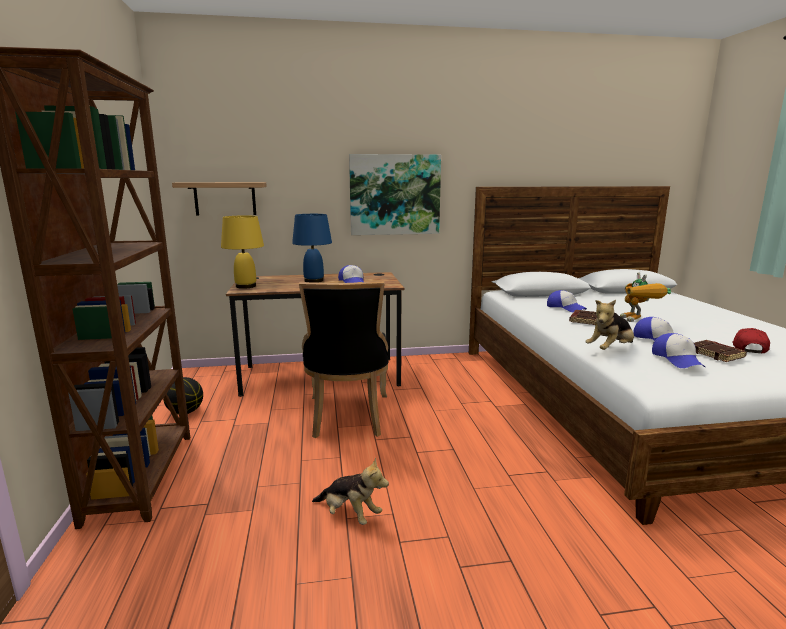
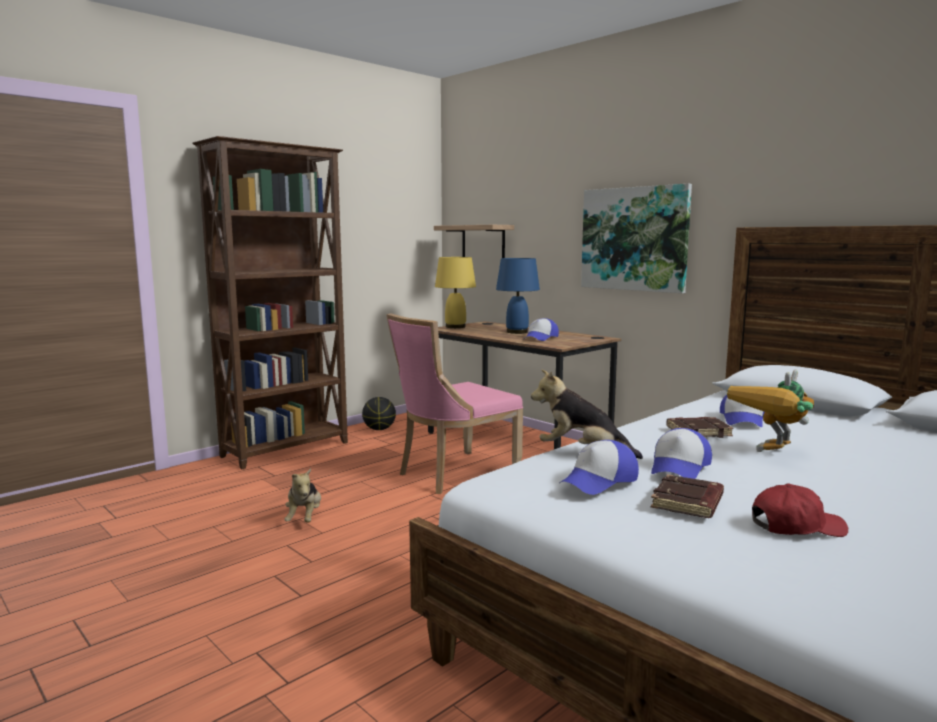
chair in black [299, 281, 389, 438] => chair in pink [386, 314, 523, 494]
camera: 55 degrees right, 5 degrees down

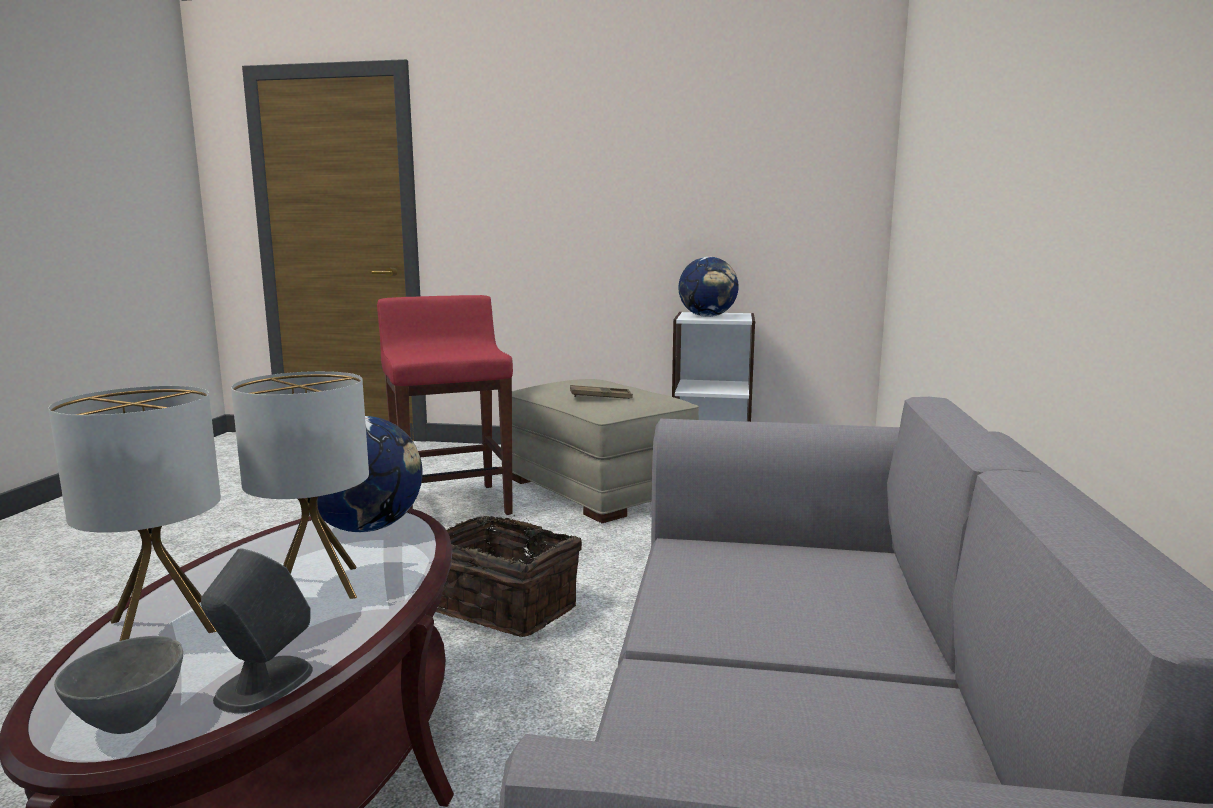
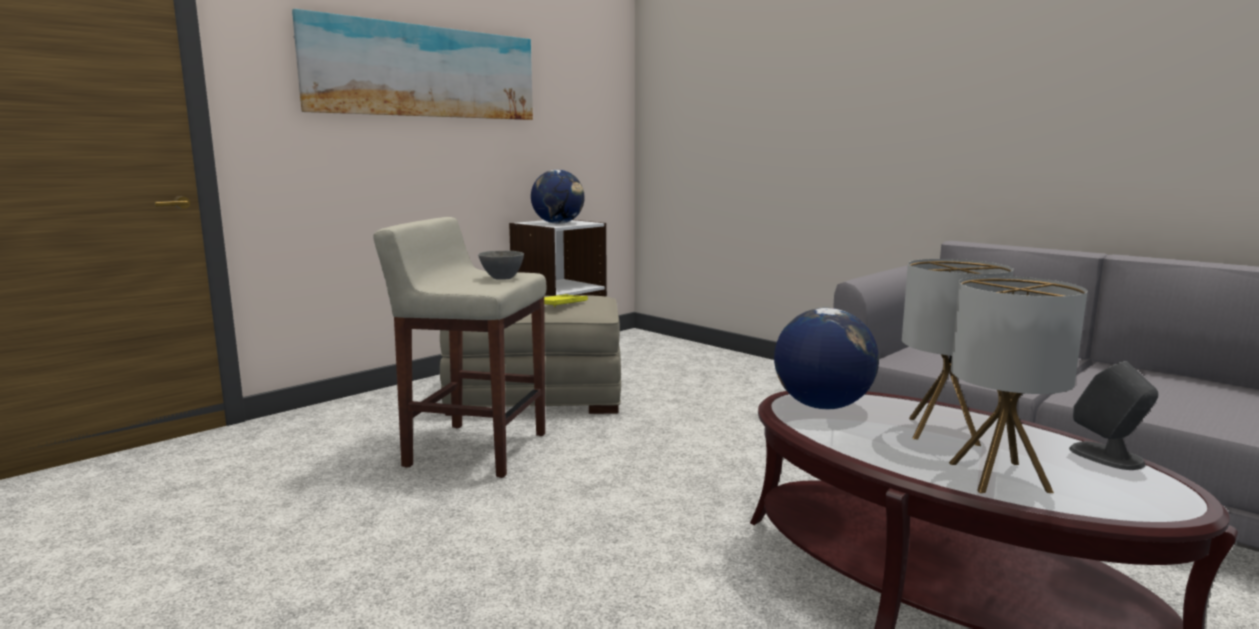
storage basket [436, 515, 582, 637] => nothing
nothing => wall art [292, 9, 533, 120]
deep dish in gray [54, 636, 183, 734] => deep dish in gray [478, 251, 524, 280], shifted
stool in reddish [377, 295, 513, 515] => stool in beige [373, 217, 546, 478]
tray in brownish [570, 385, 633, 399] => tray in yellowish [544, 294, 588, 307]
camera: 55 degrees left, 0 degrees up

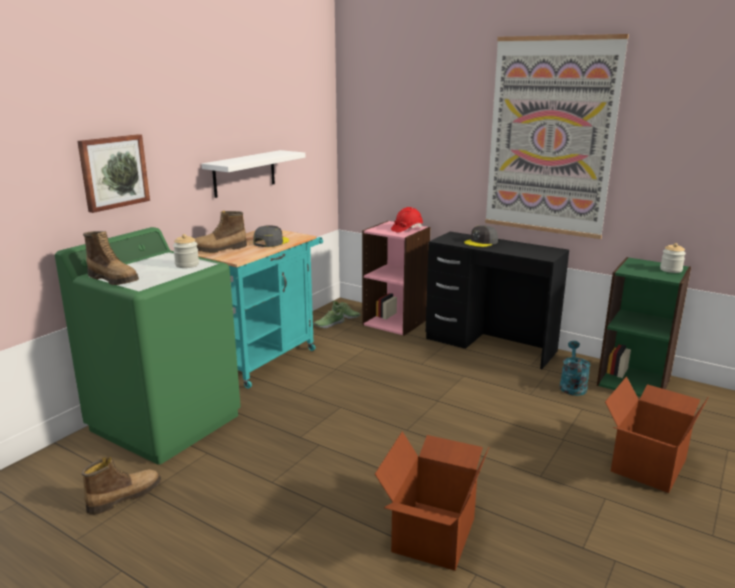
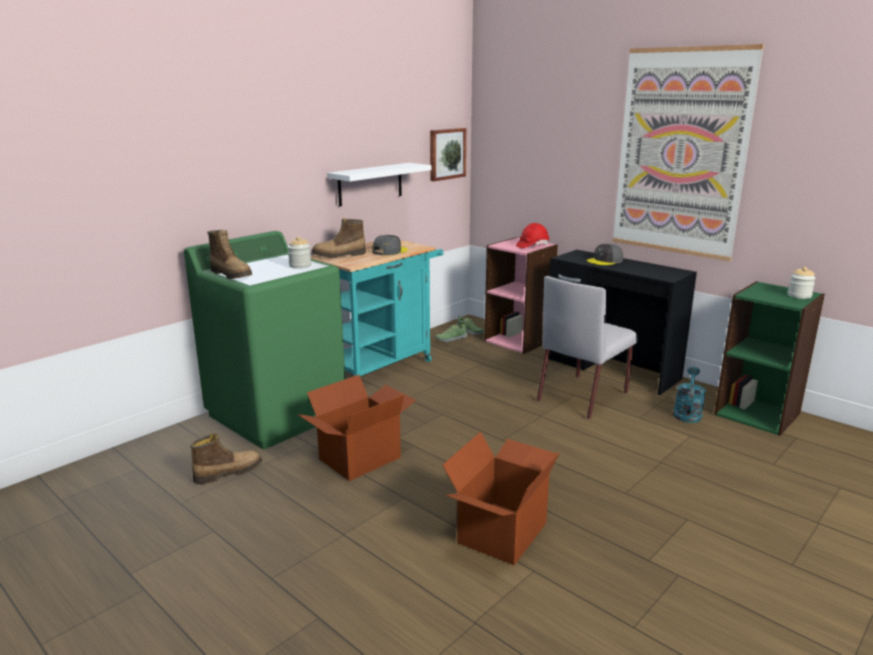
nothing => chair in gray [537, 276, 638, 420]
wall art [77, 134, 150, 213] => wall art [430, 128, 466, 181], shifted
carton [605, 376, 709, 493] => carton [297, 375, 416, 481], shifted
camera: 10 degrees right, 0 degrees up

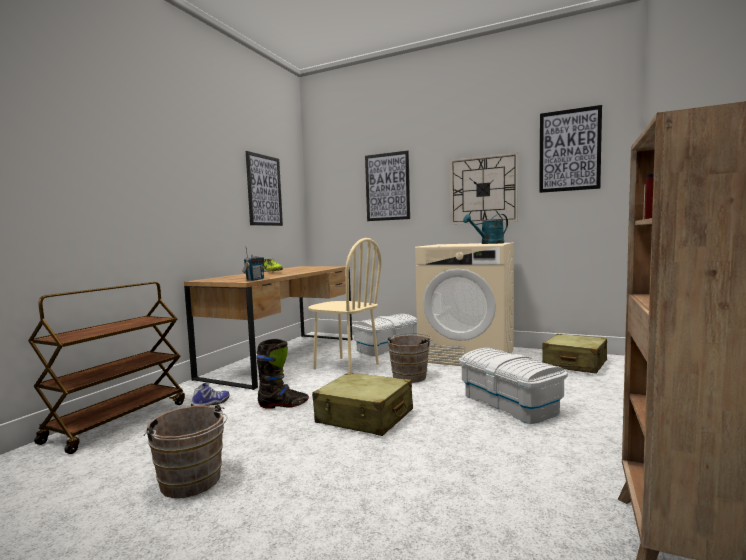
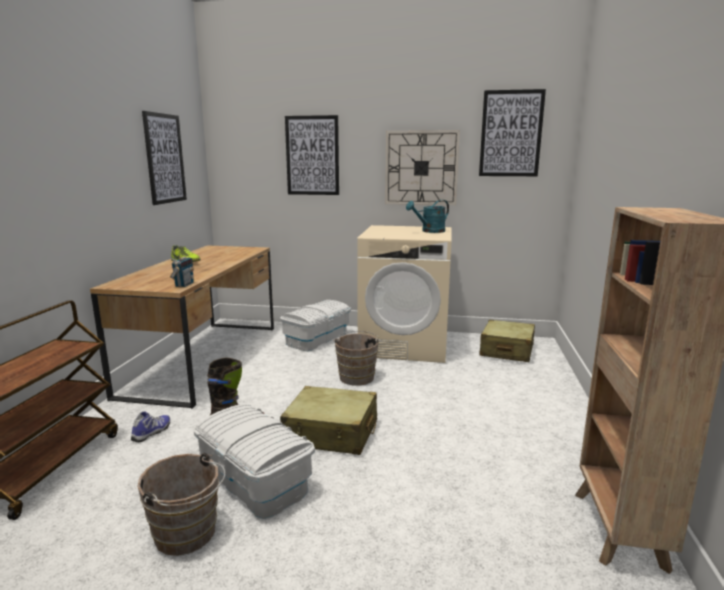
chair in beige [308, 238, 381, 373] => nothing
storage box in white-coloured [459, 348, 568, 424] => storage box in white-coloured [194, 404, 315, 519], shifted
camera: 15 degrees left, 10 degrees up

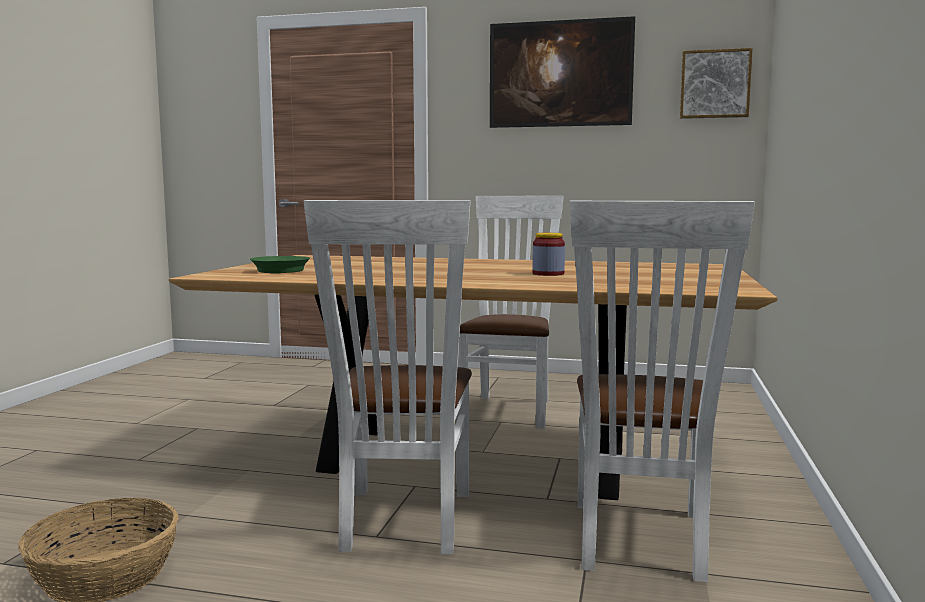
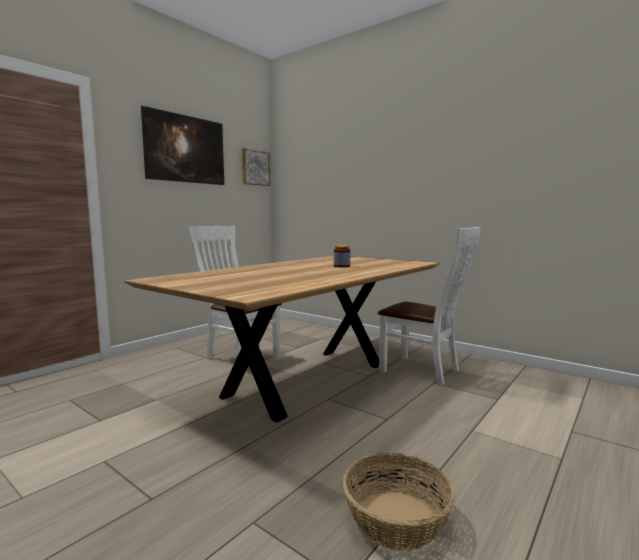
pan in greenish [250, 256, 310, 273] => nothing
chair in white-coloured [303, 200, 472, 554] => nothing
camera: 65 degrees left, 0 degrees up

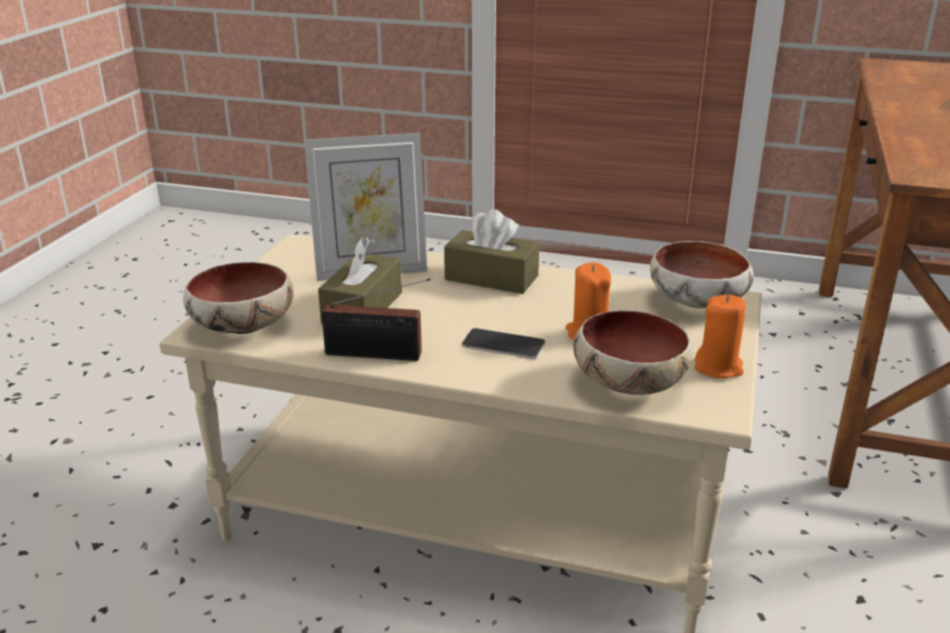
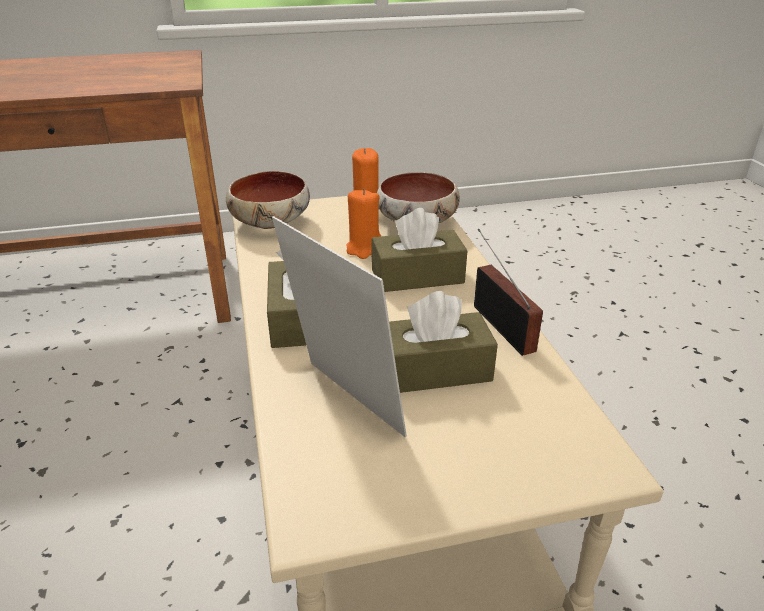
deep dish [183, 262, 294, 334] => nothing
phone [461, 328, 545, 359] => box of tissues in brownish [371, 208, 467, 292]
camera: 120 degrees left, 5 degrees up

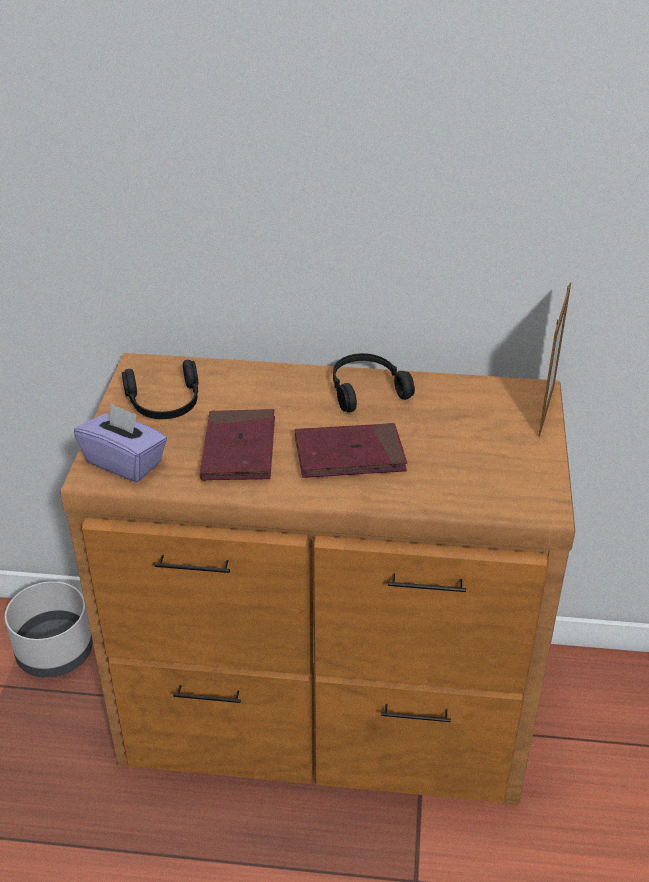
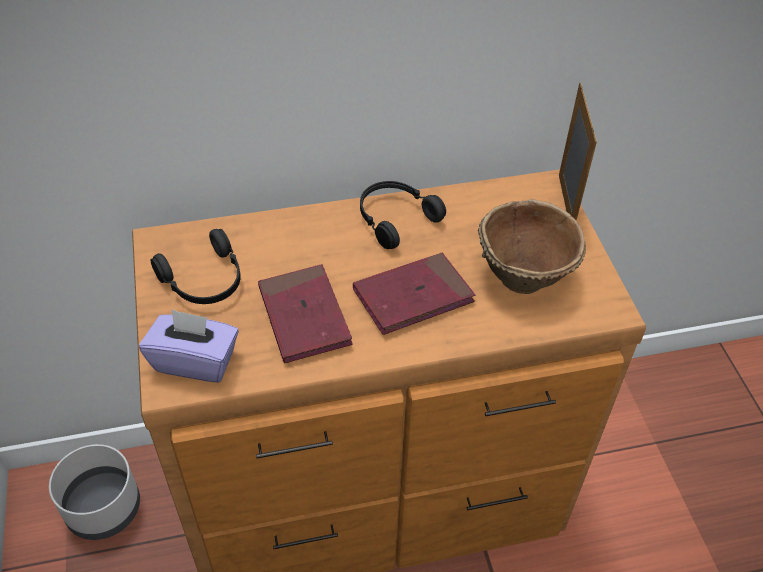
nothing => deep dish in brownish [478, 199, 586, 294]
camera: 20 degrees left, 10 degrees up

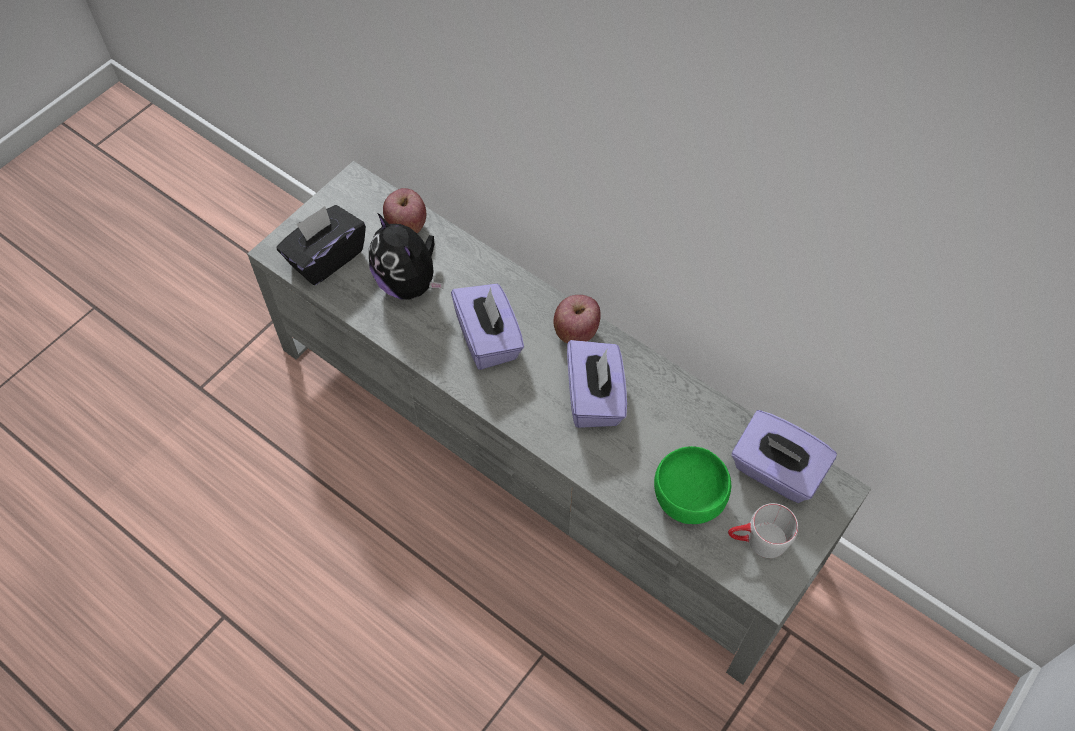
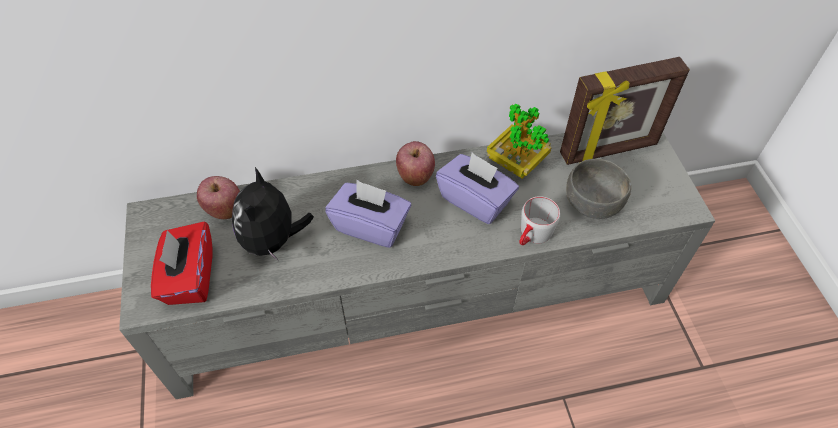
nothing => houseplant [487, 104, 552, 179]
coffee mug in gray [728, 503, 798, 558] => coffee mug in gray [519, 196, 560, 245], shifted
box of tissues in purple-coloured [732, 410, 837, 503] => photo frame [560, 57, 690, 165]
box of tissues in black [277, 205, 366, 285] => box of tissues in reddish [151, 221, 213, 305]
deep dish in greenish [654, 446, 731, 524] => deep dish in gray [566, 159, 631, 219]
soft toy [369, 213, 444, 300] => soft toy [232, 167, 314, 262], 90 degrees clockwise
camera: 50 degrees left, 5 degrees down

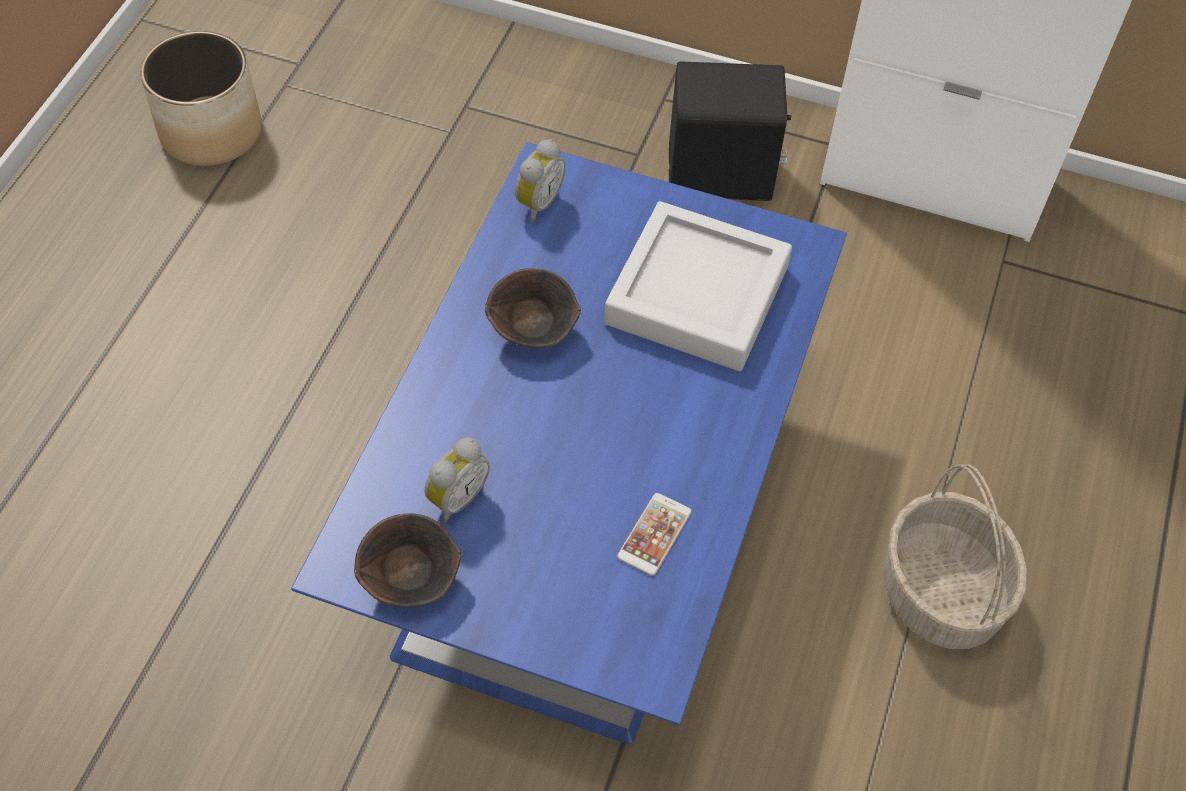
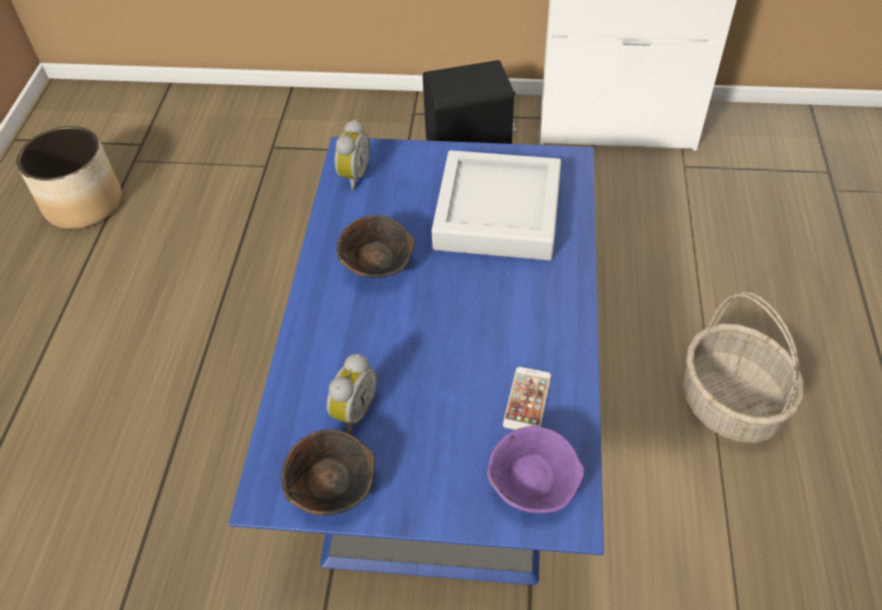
nothing => deep dish in purple-coloured [487, 426, 585, 513]
camera: 10 degrees left, 5 degrees down

